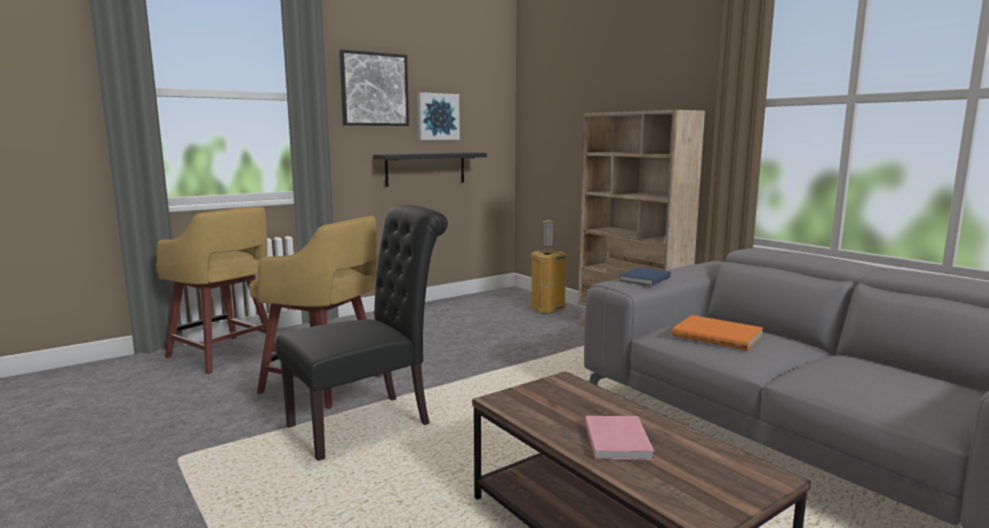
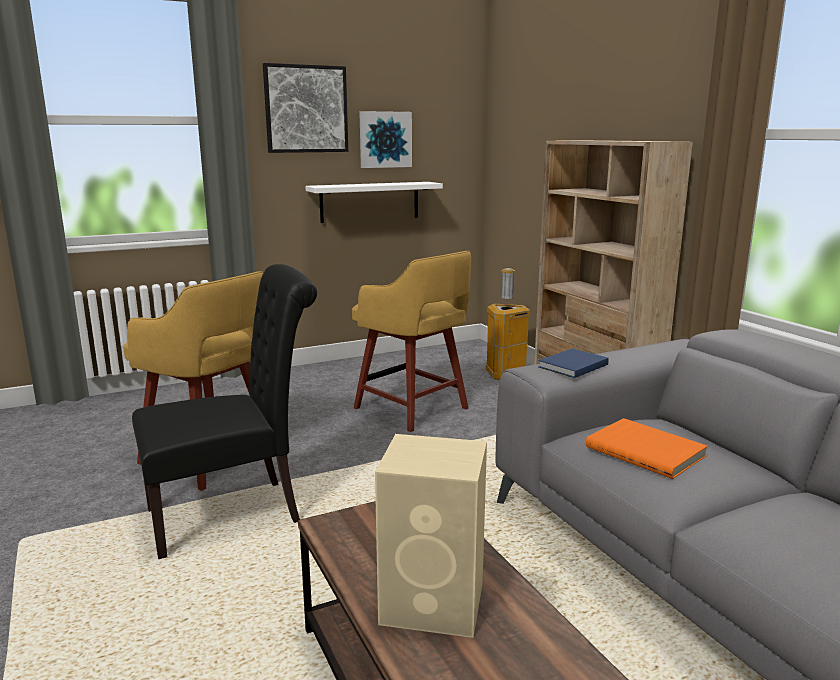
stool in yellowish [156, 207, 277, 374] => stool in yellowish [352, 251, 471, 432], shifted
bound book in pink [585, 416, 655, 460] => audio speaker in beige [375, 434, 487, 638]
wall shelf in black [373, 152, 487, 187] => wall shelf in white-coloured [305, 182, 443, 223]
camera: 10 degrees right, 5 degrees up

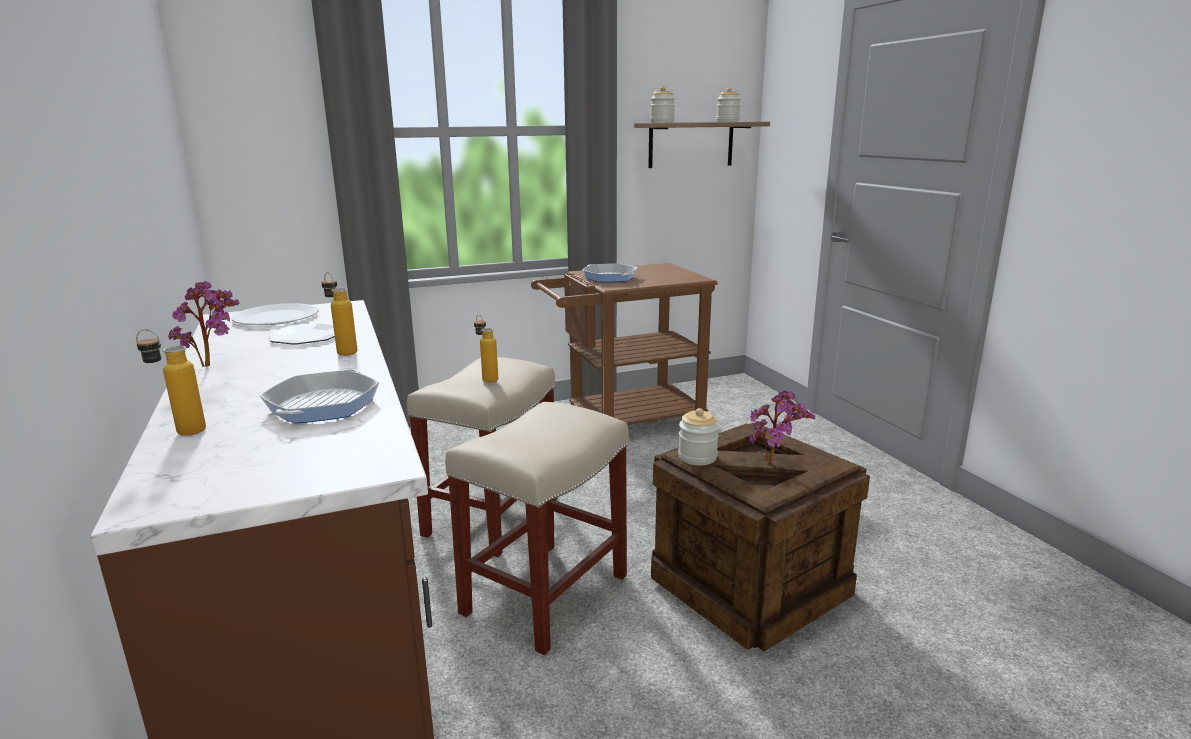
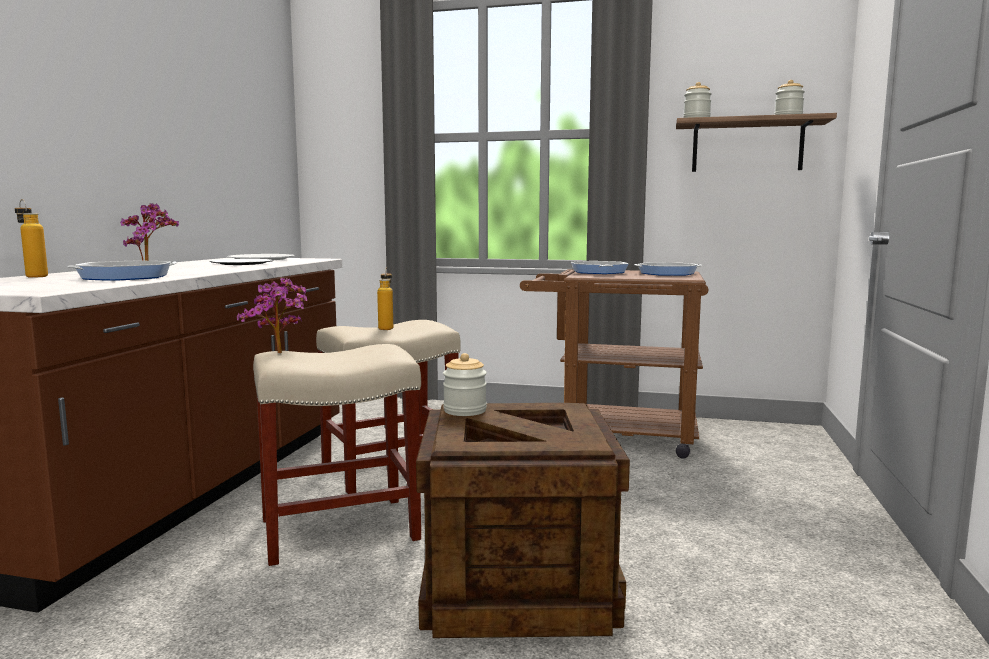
beverage bottle [321, 272, 357, 356] => nothing
nothing => pan [634, 262, 702, 276]
houseplant [749, 390, 815, 463] => houseplant [237, 278, 307, 353], shifted
camera: 35 degrees right, 10 degrees down

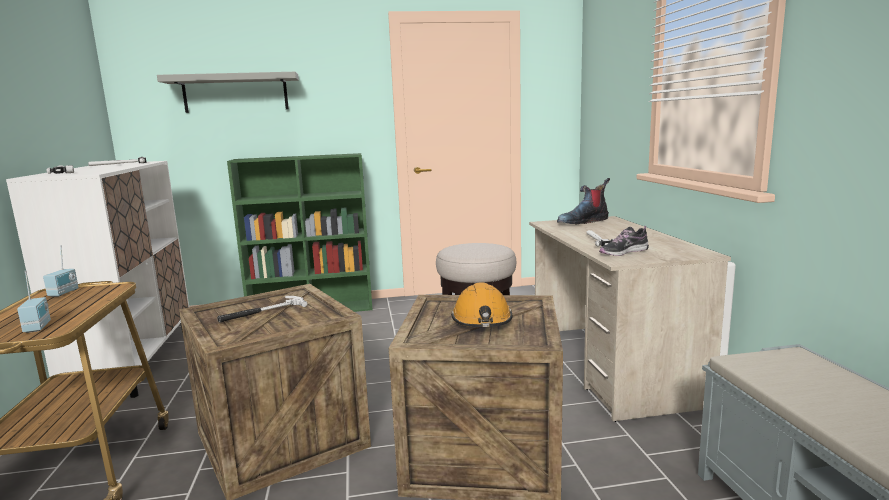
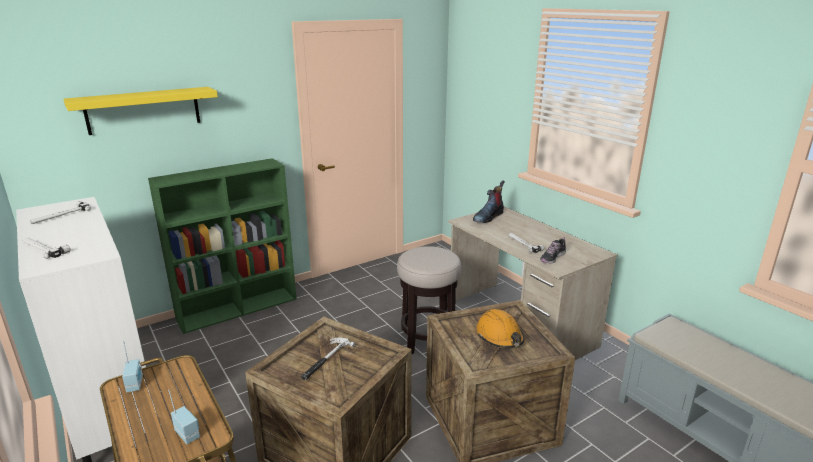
wall shelf in gray [157, 72, 299, 113] => wall shelf in yellowish [64, 87, 218, 135]
camera: 25 degrees left, 10 degrees up

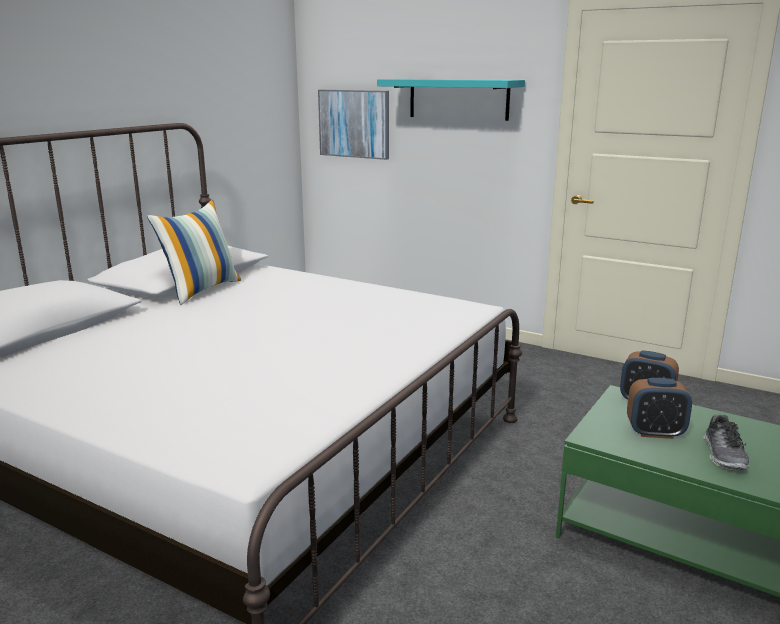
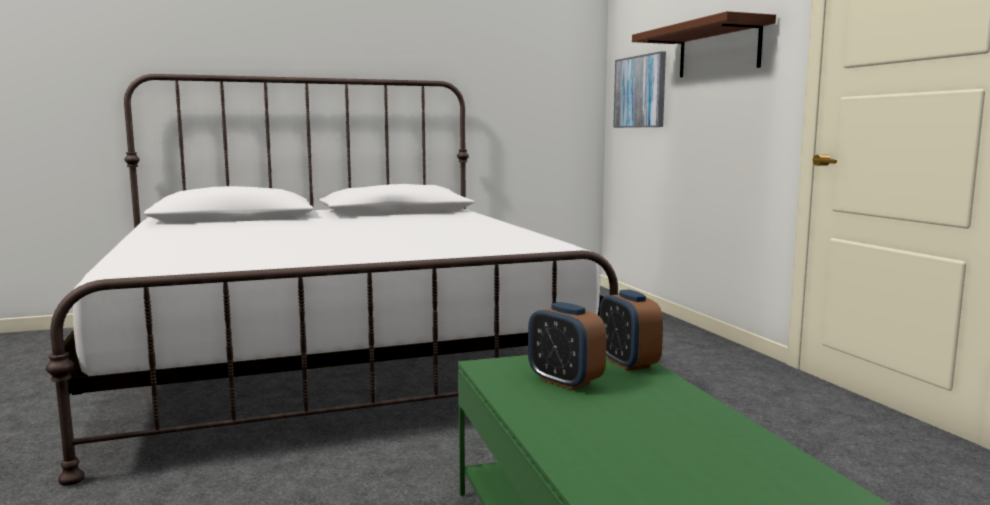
throw pillow [147, 200, 241, 305] => nothing
item of footwear [703, 414, 749, 471] => nothing
wall shelf in turquoise-coloured [377, 79, 525, 121] => wall shelf in brownish [632, 11, 776, 77]
camera: 40 degrees right, 10 degrees down

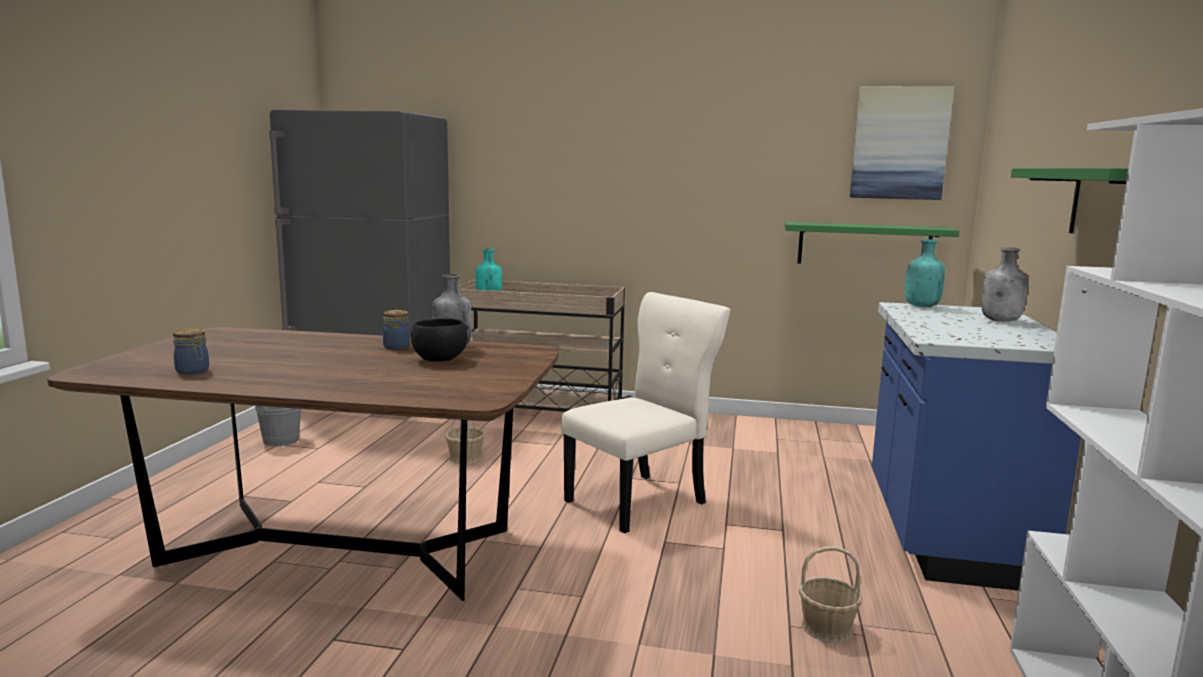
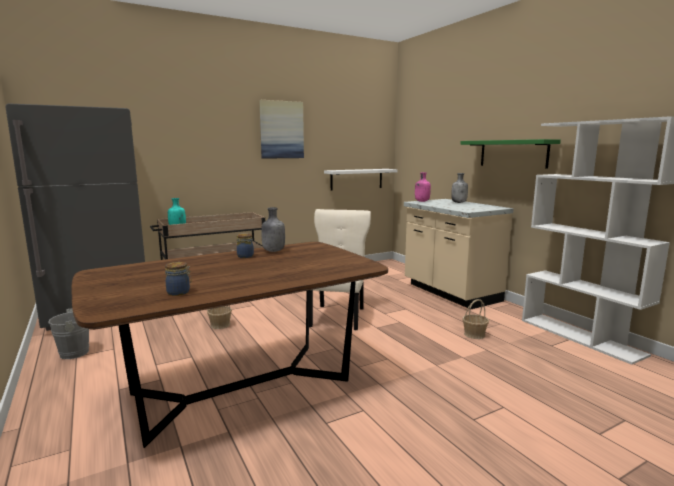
deep dish in black [411, 318, 468, 361] => nothing
wall art [850, 86, 954, 200] => wall art [259, 100, 304, 159], shifted
wall shelf in greenish [784, 222, 959, 264] => wall shelf in white-coloured [324, 169, 397, 191]
counter in blue-coloured [872, 302, 1081, 591] => counter in beige [404, 199, 514, 309]
beverage bottle in turquoise-coloured [905, 239, 945, 307] => beverage bottle in pink [415, 172, 431, 202]
camera: 40 degrees left, 0 degrees up

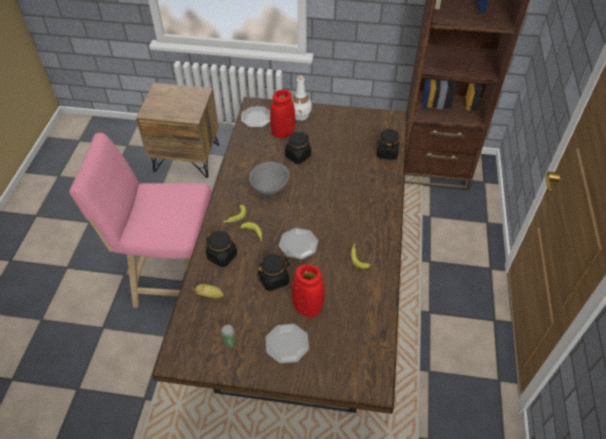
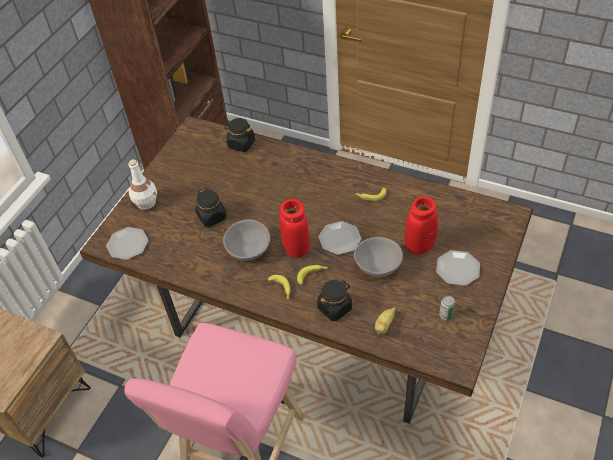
flower vase in reddish [270, 90, 295, 138] => flower vase in reddish [280, 199, 310, 257], shifted
storage jar in black [257, 254, 290, 291] => deep dish in gray [354, 237, 403, 277]
camera: 70 degrees left, 0 degrees up

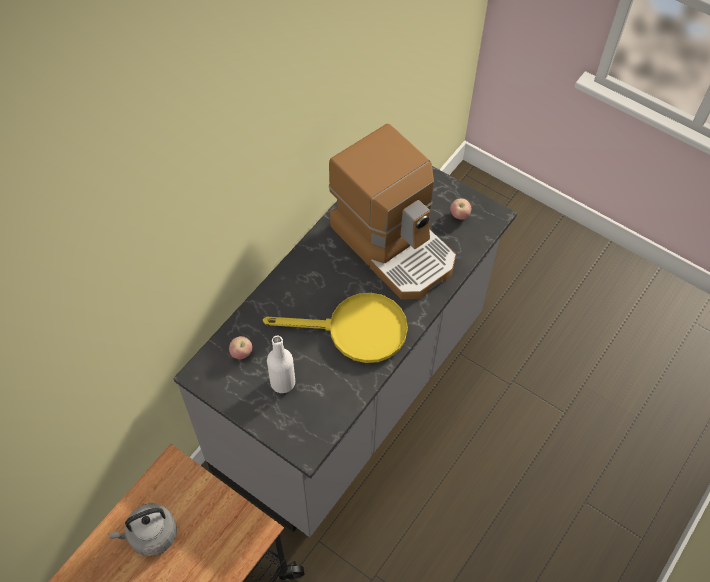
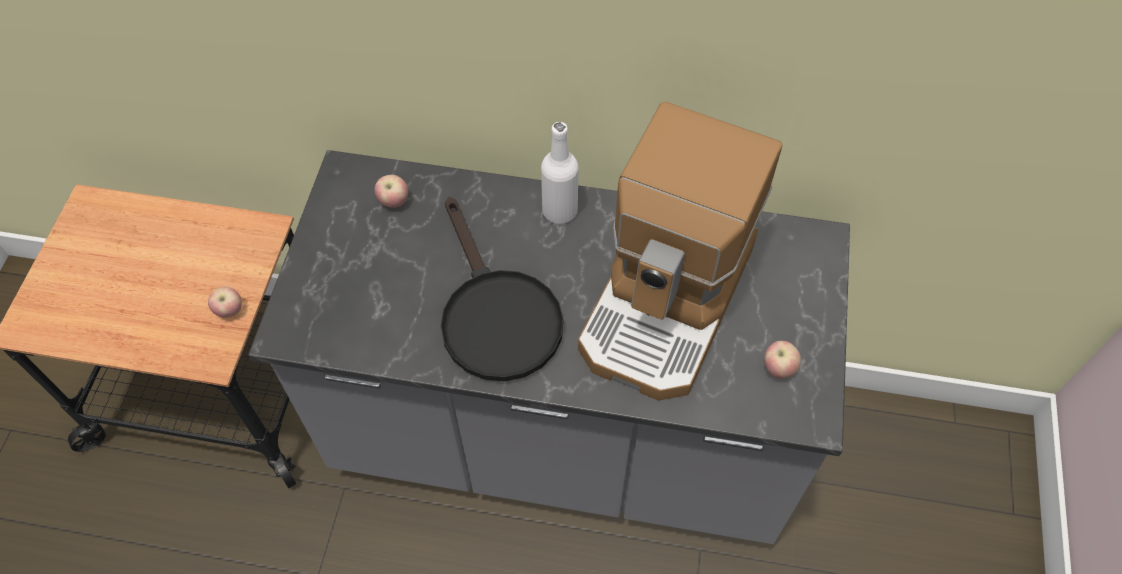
water kettle in gray [108, 503, 177, 556] => nothing
nothing => apple [208, 287, 242, 317]
beverage bottle in white-coloured [267, 335, 295, 393] => beverage bottle in white-coloured [541, 122, 579, 224], shifted
pan in yellowish [263, 293, 408, 363] => pan in black [441, 197, 563, 381]
camera: 65 degrees right, 0 degrees up

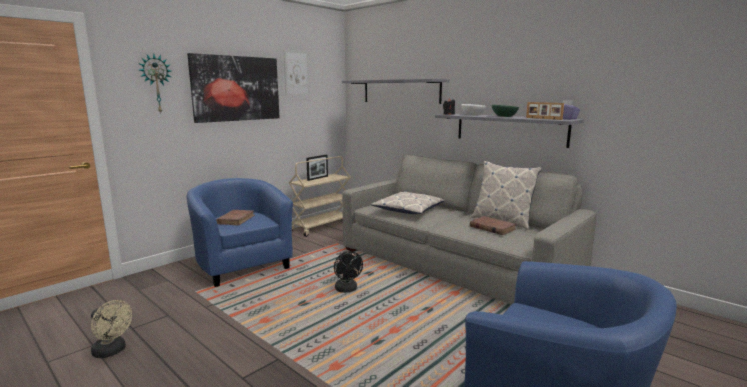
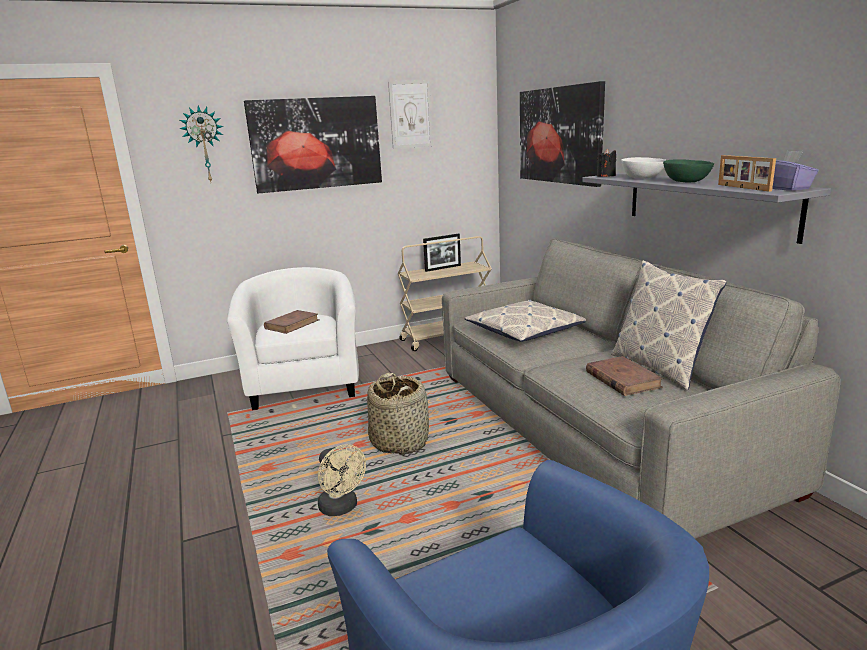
cooling fan in beige [91, 300, 132, 358] => cooling fan in beige [318, 444, 366, 516], shifted
cooling fan in black [334, 251, 363, 293] => storage basket [367, 373, 429, 455]
wall shelf in gray [342, 79, 450, 104] => wall art [520, 81, 605, 187]
easy chair in blue-coloured [187, 178, 293, 287] => easy chair in white-coloured [227, 267, 359, 410]
camera: 25 degrees right, 5 degrees up

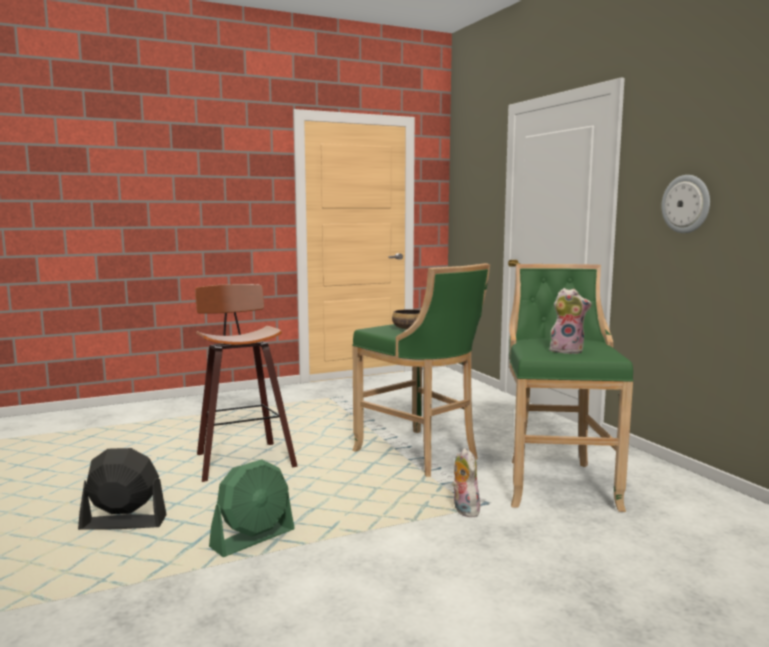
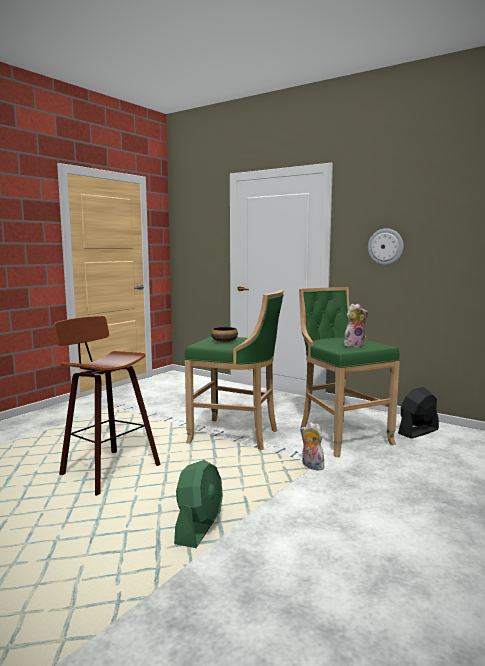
cooling fan in black [78, 448, 167, 530] => cooling fan in black [398, 387, 439, 439], shifted
camera: 30 degrees left, 0 degrees up

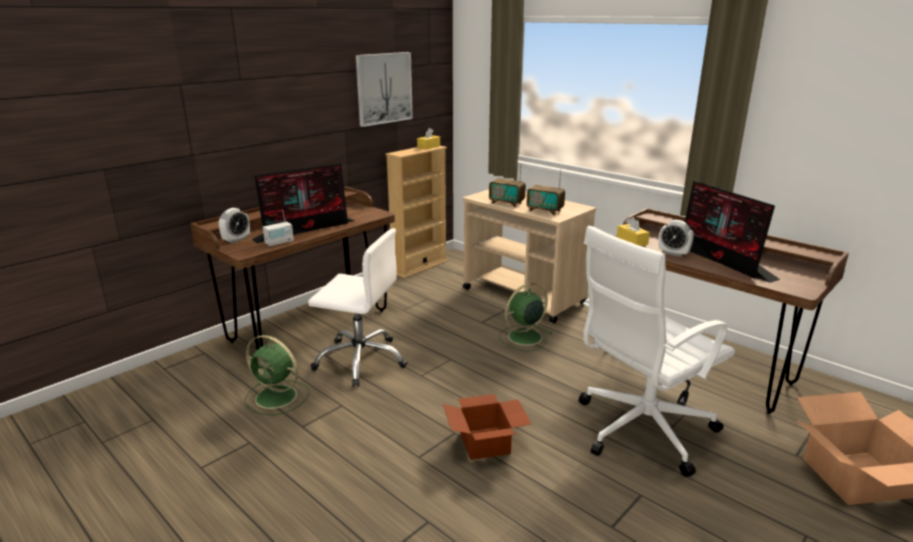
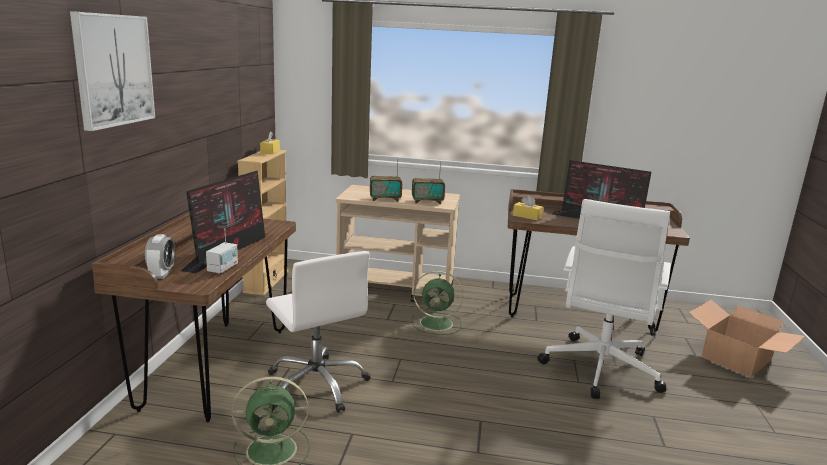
carton [443, 394, 532, 460] => nothing
bedside clock [659, 220, 693, 257] => nothing
wall art [356, 52, 413, 127] => wall art [70, 11, 155, 131], shifted
computer chair in white-coloured [308, 228, 407, 387] => computer chair in white-coloured [266, 251, 370, 413], 75 degrees clockwise
cooling fan in greenish [499, 283, 552, 351] => cooling fan in greenish [412, 271, 463, 335], 105 degrees counterclockwise
camera: 35 degrees left, 5 degrees down

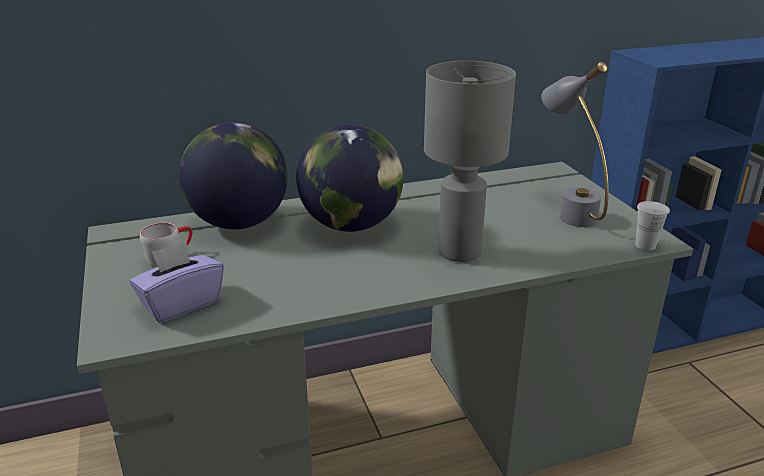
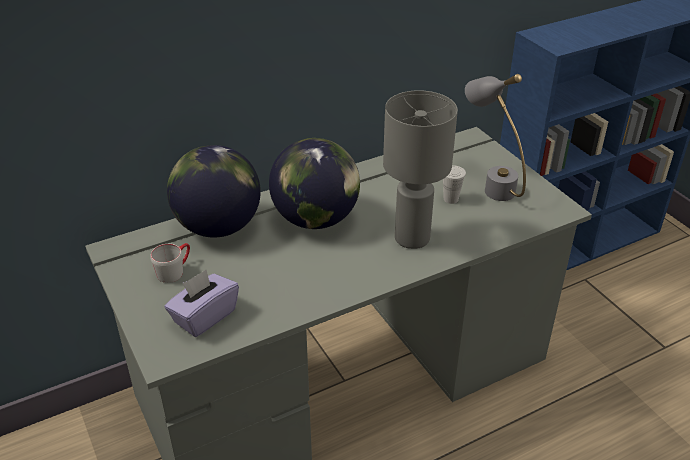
cup in white-coloured [636, 201, 670, 251] => cup in white-coloured [443, 165, 466, 204], shifted
camera: 10 degrees left, 10 degrees up

